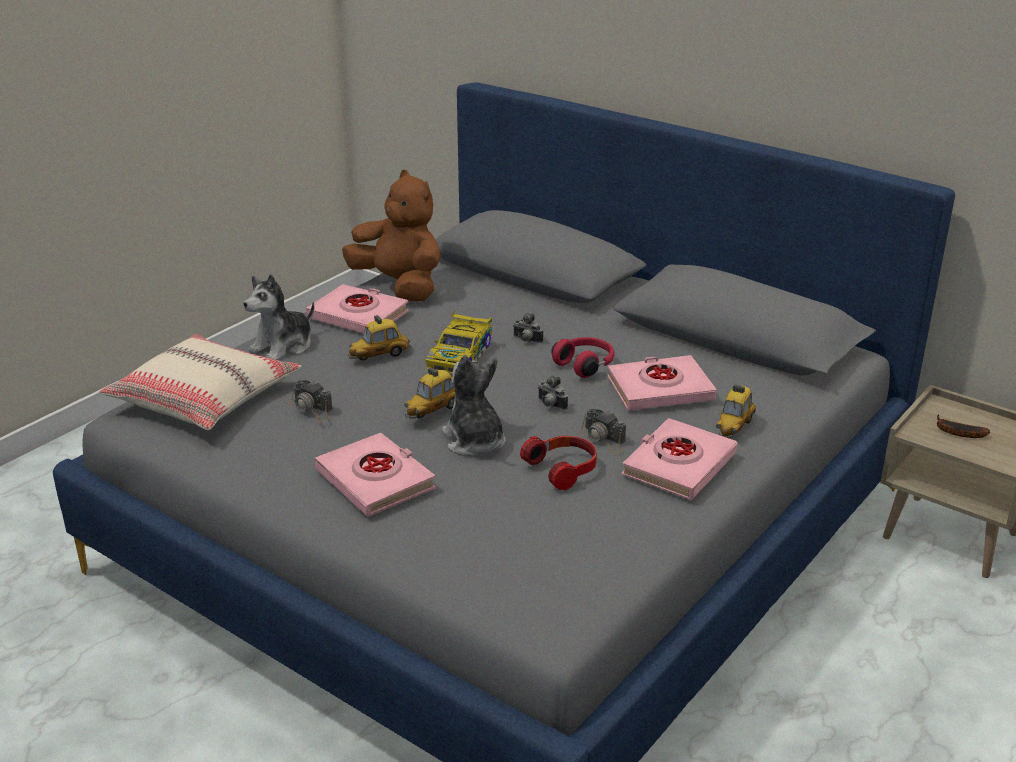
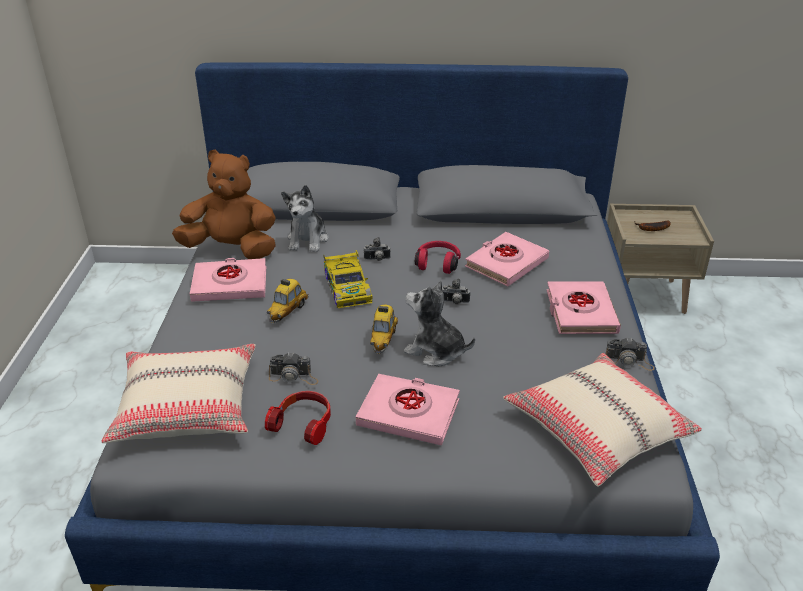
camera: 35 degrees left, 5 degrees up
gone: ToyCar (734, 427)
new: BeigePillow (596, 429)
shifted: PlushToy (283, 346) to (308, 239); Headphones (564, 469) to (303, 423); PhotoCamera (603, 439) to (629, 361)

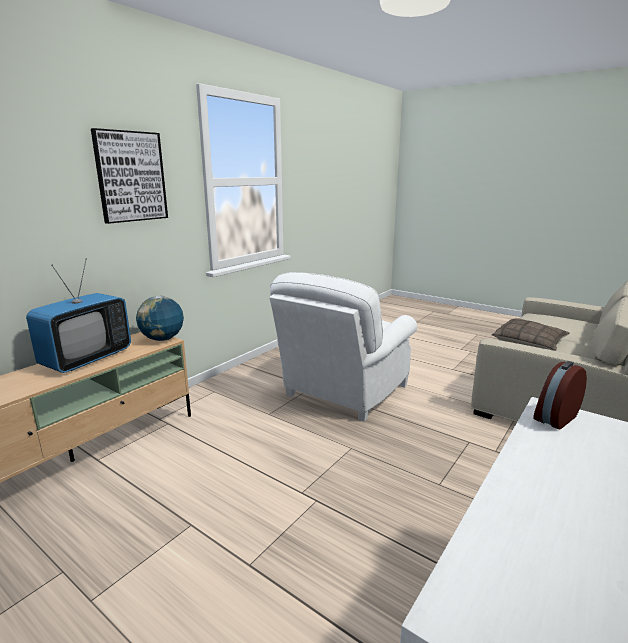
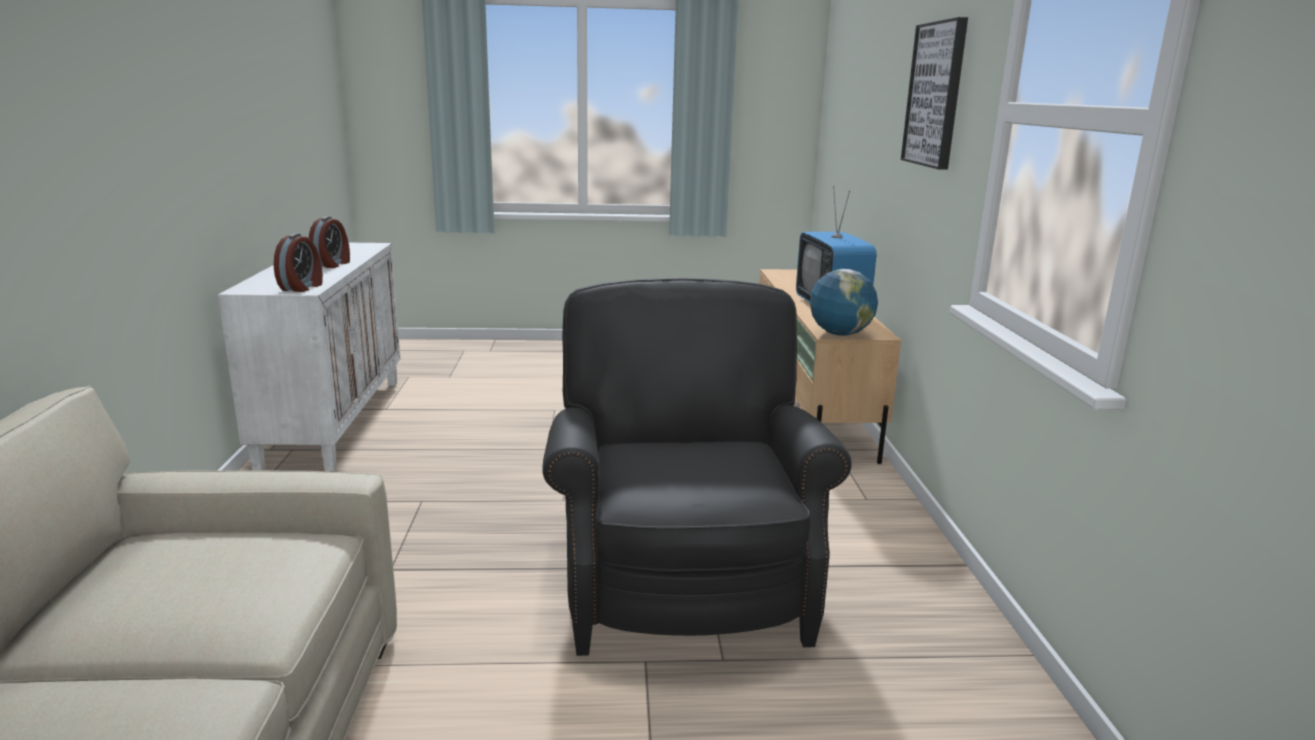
camera: 140 degrees right, 0 degrees up
gone: Pillow (529, 342)
new: AlarmClock (332, 264)
repainted: WhiteArmchair (343, 392) to BlackArmchair (682, 580)

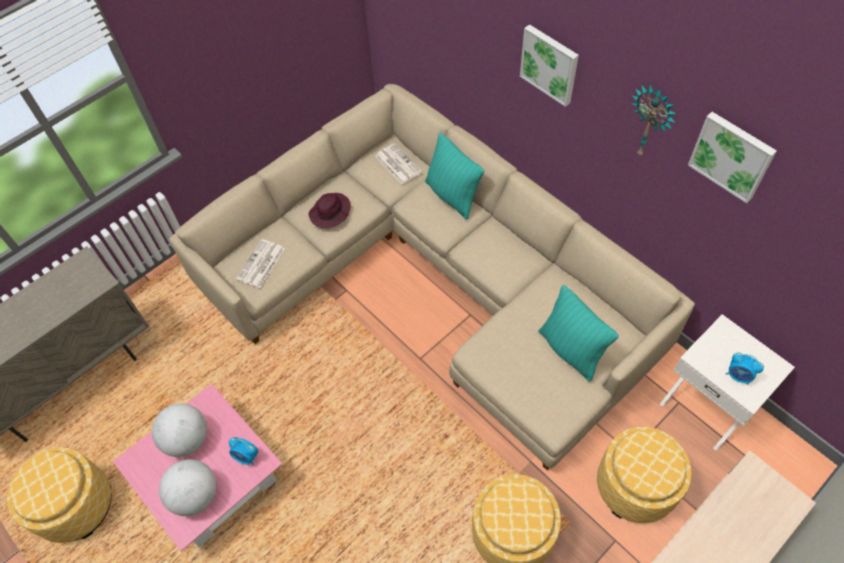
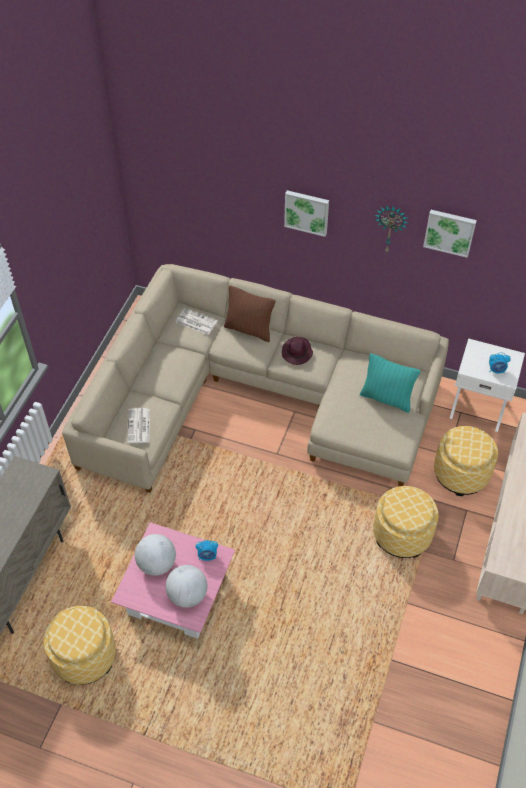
camera: 30 degrees left, 5 degrees down
shifted: PurpleHat (330, 213) to (297, 353)
repainted: TurquoisePillow (452, 196) to BrownPillow (249, 329)

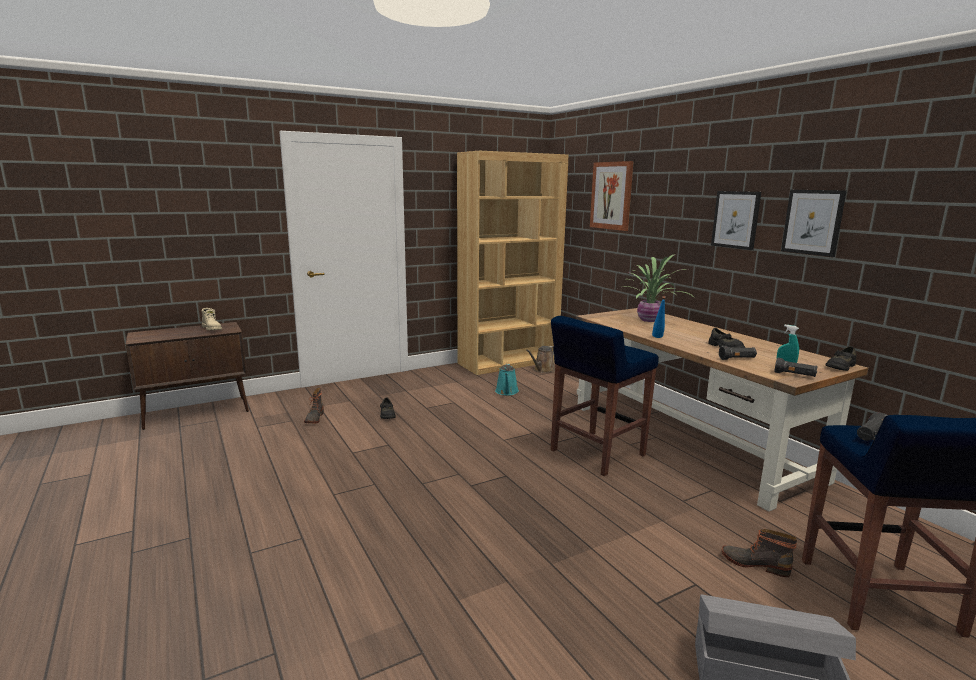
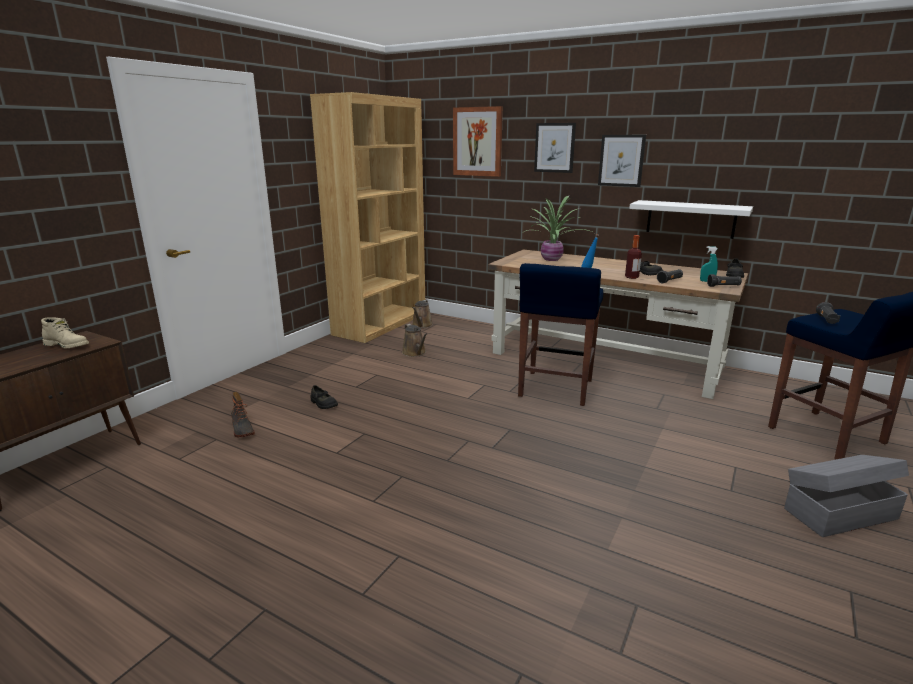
camera: 30 degrees left, 5 degrees up
gone: Boot (755, 563)
new: Bottle (631, 277); WhiteShelf (690, 219)
shifted: Picture (812, 222) to (554, 147)
repainted: TurquoiseWateringCan (507, 392) to BrownWateringCan (415, 353)

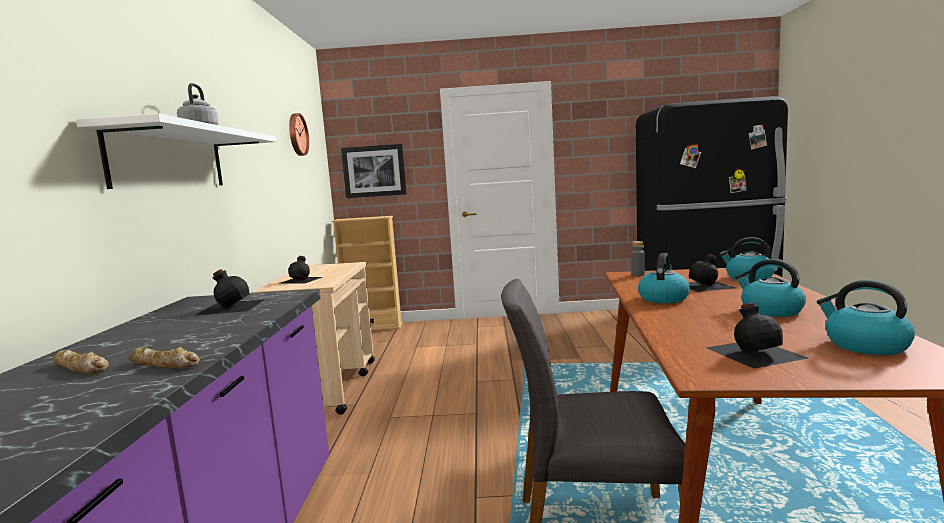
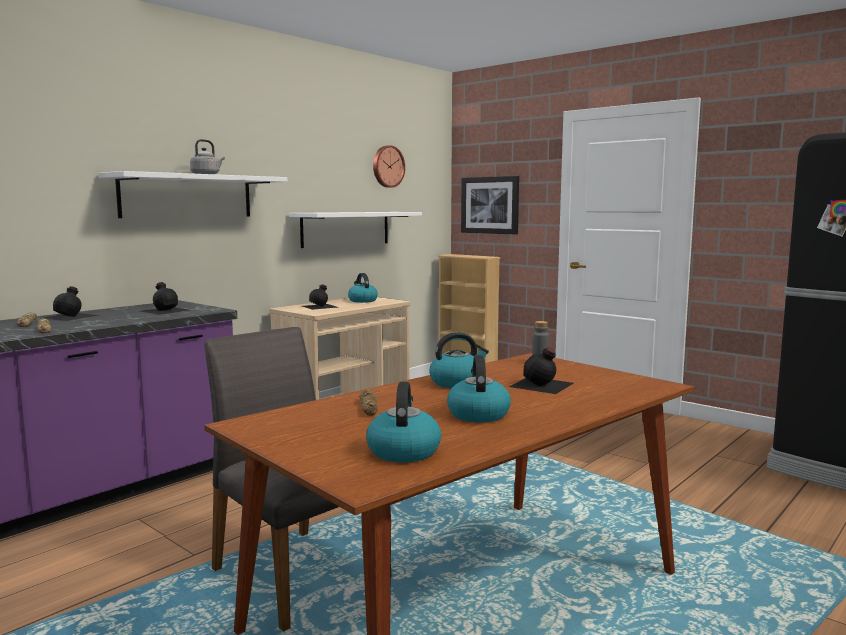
camera: 40 degrees right, 0 degrees up
new: WhiteShelf (346, 228); Bread (369, 407)
shifted: BlackBottle (755, 352) to (71, 316); Kettle (748, 278) to (362, 301)

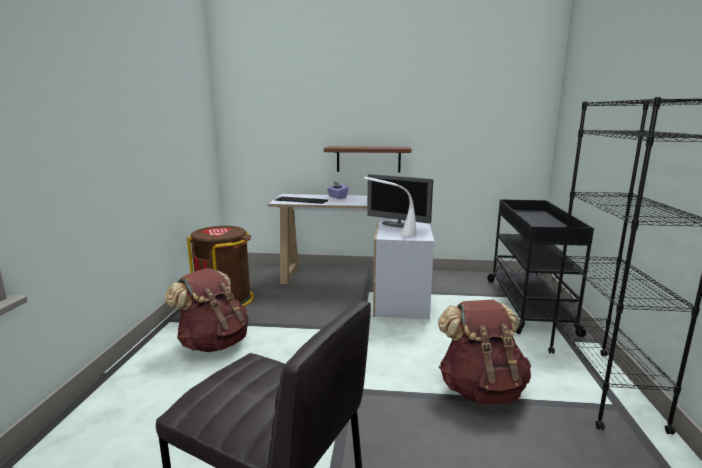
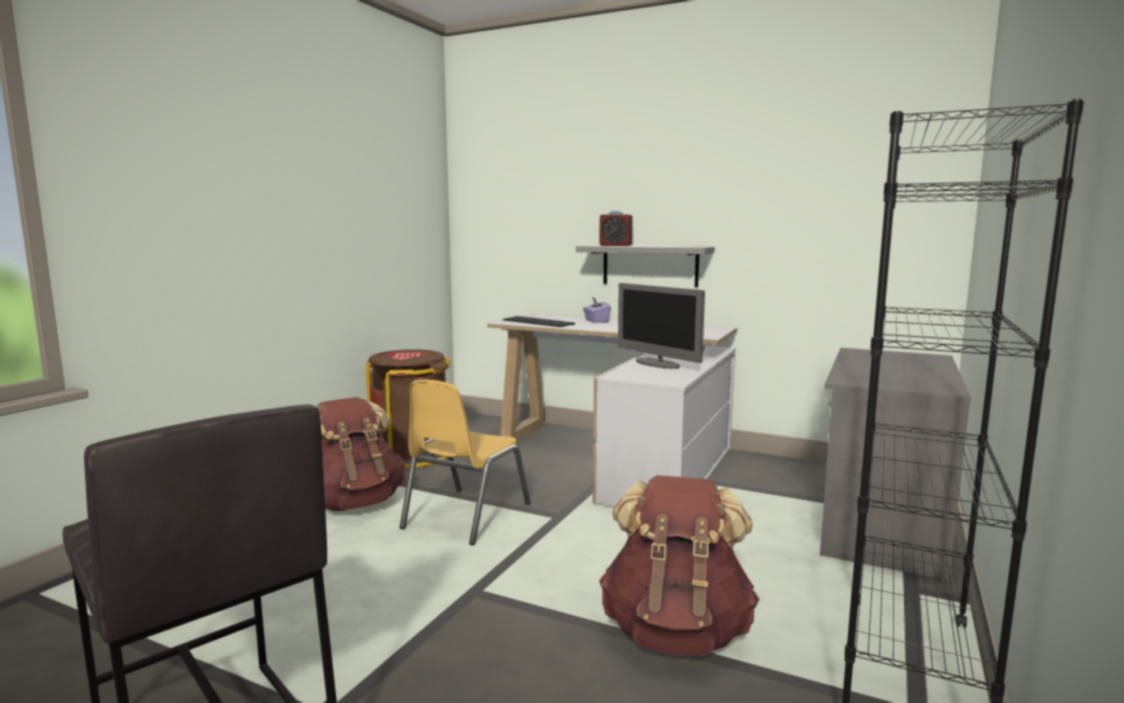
camera: 20 degrees right, 5 degrees down
gone: WhiteTableLamp (390, 236)
new: YellowChair (465, 516); AlarmClock (615, 245)
swapped: BlackCart (528, 304) to GreyDesk (880, 523)
repainted: BrownShelf (368, 159) to GreyShelf (650, 265)

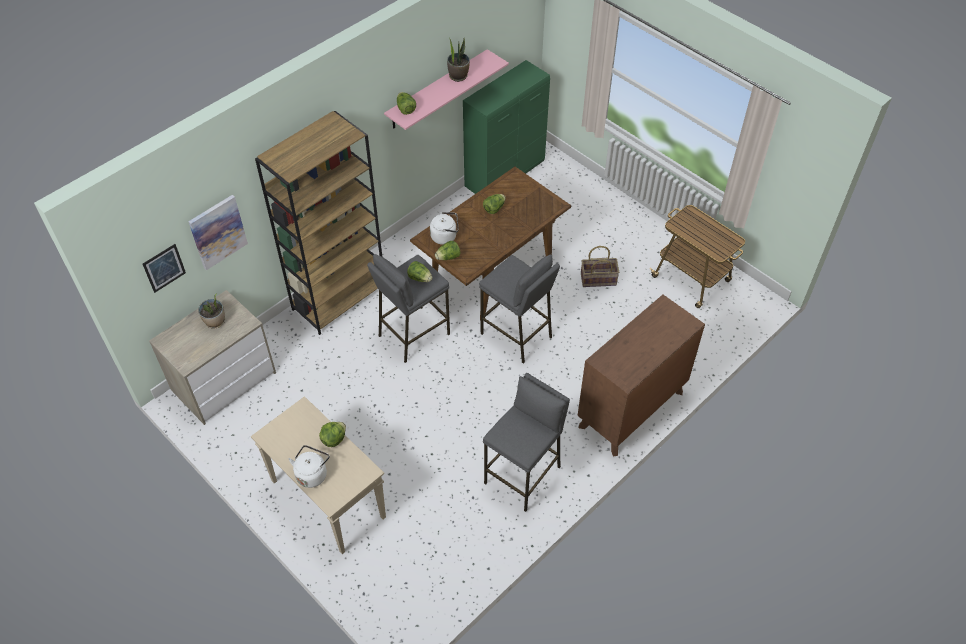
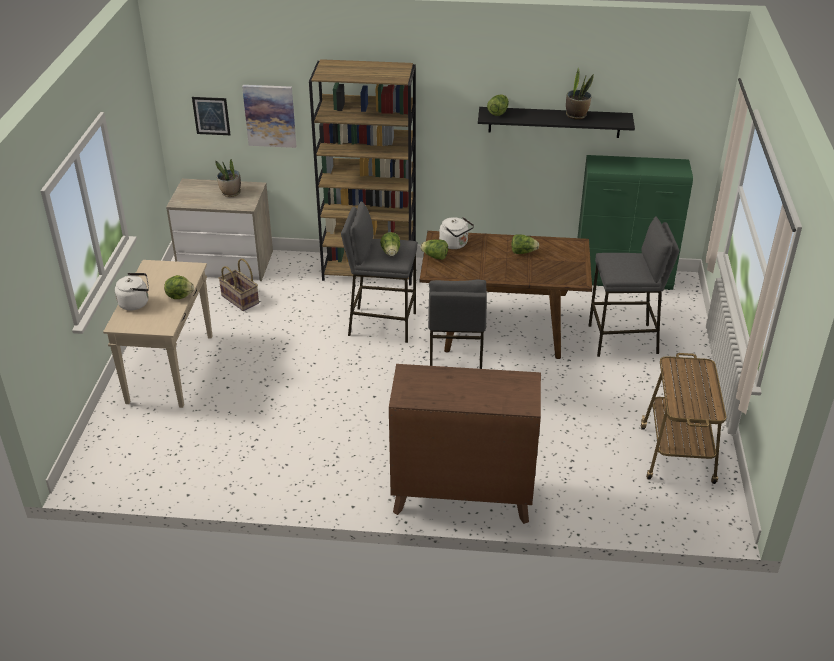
camera: 50 degrees right, 15 degrees down
shifted: GreyStool (523, 475) to (623, 340); Basket (598, 279) to (240, 299)
repainted: PinkShelf (437, 90) to BlackShelf (554, 122)

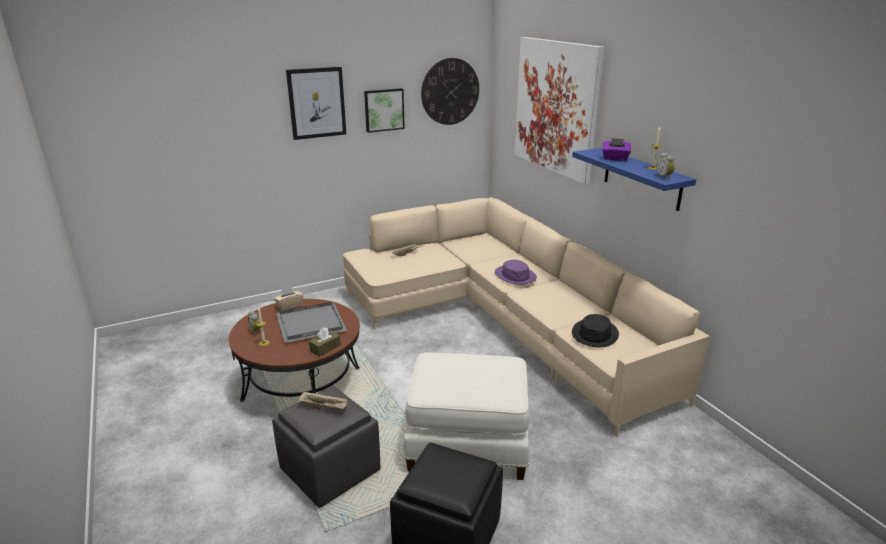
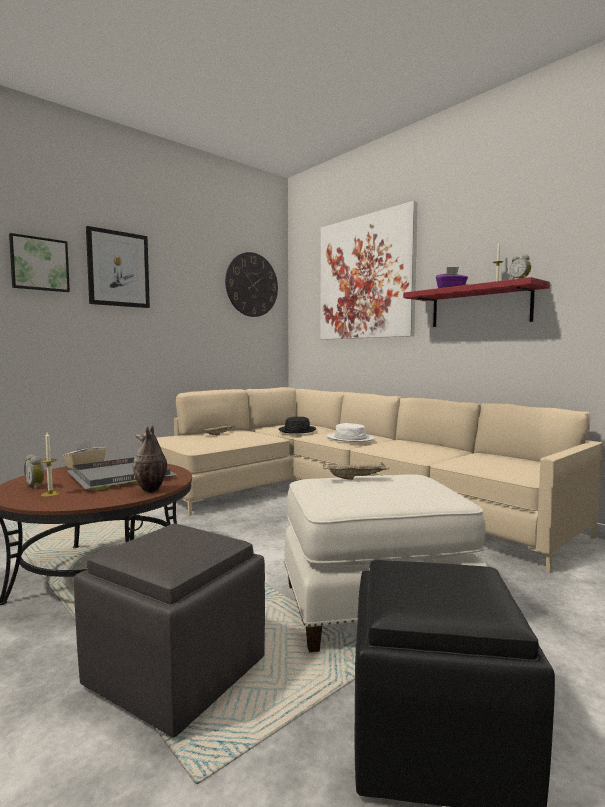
camera: 15 degrees left, 20 degrees down
shifted: BeigeTray (324, 407) to (356, 478); Picture (383, 110) to (39, 264); BlackHat (595, 334) to (297, 430)
swapped: BrownTissueBox (325, 348) to Vase (150, 491)
repainted: PurpleHat (515, 275) to WhiteHat (350, 438); BlueShelf (642, 178) to RedShelf (480, 307)

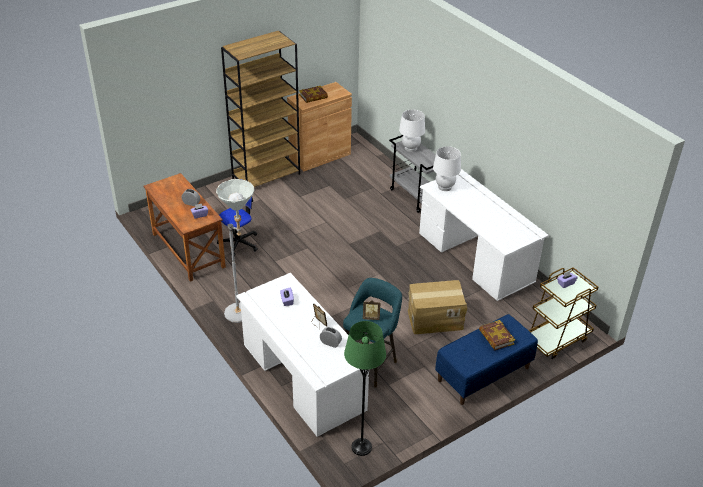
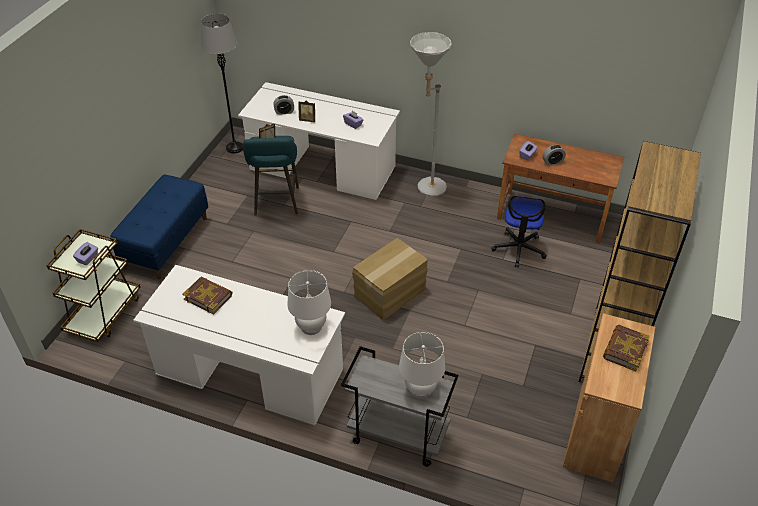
camera: 145 degrees right, 5 degrees up
shifted: CardboardBox (435, 319) to (390, 293); Book (496, 337) to (208, 297)
repainted: GreenFloorLamp (361, 447) to GreyFloorLamp (234, 148)

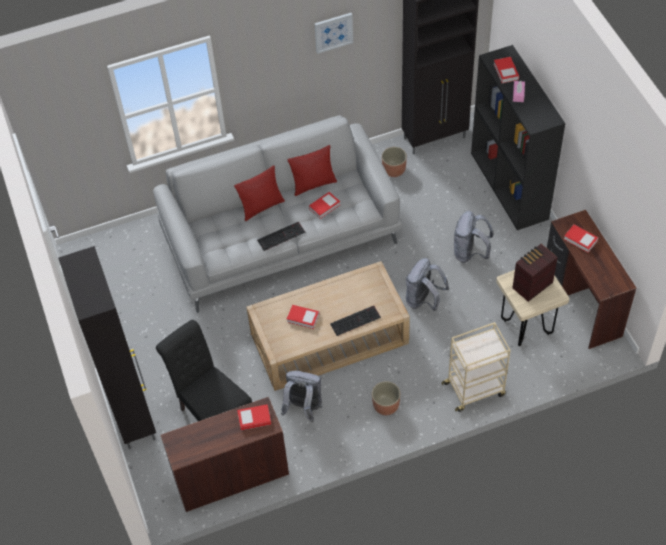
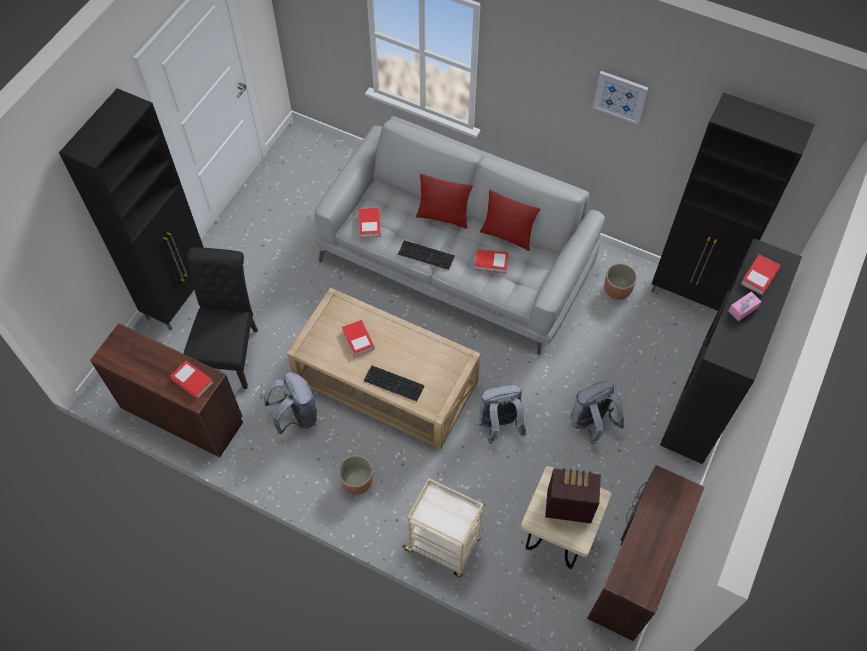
camera: 45 degrees right, 5 degrees up
shifted: Book (580, 240) to (369, 224)

